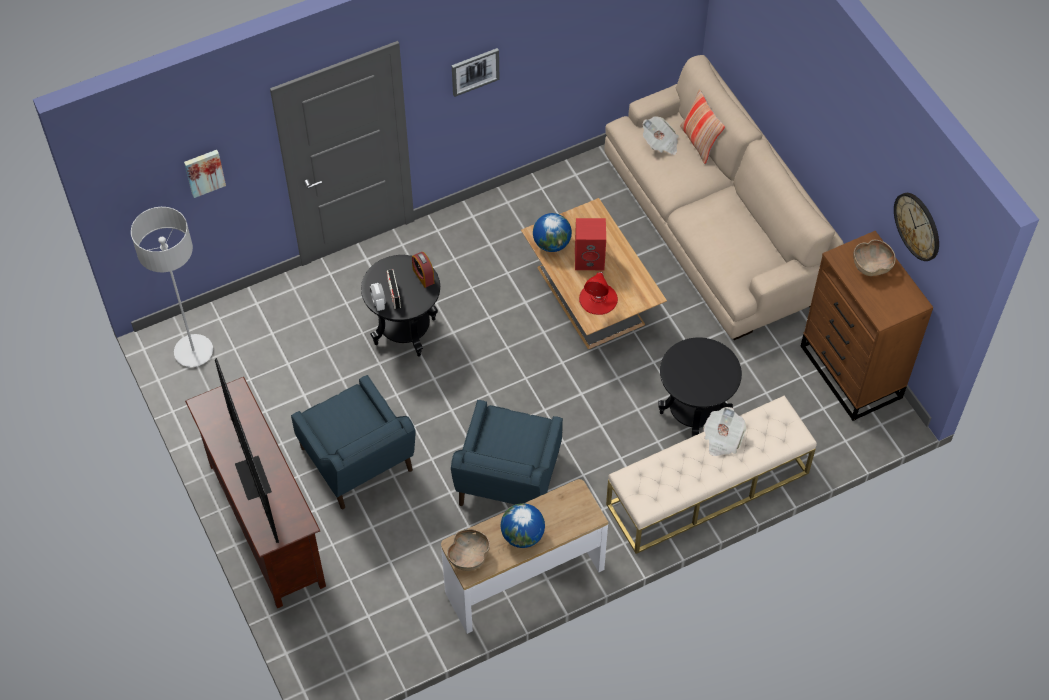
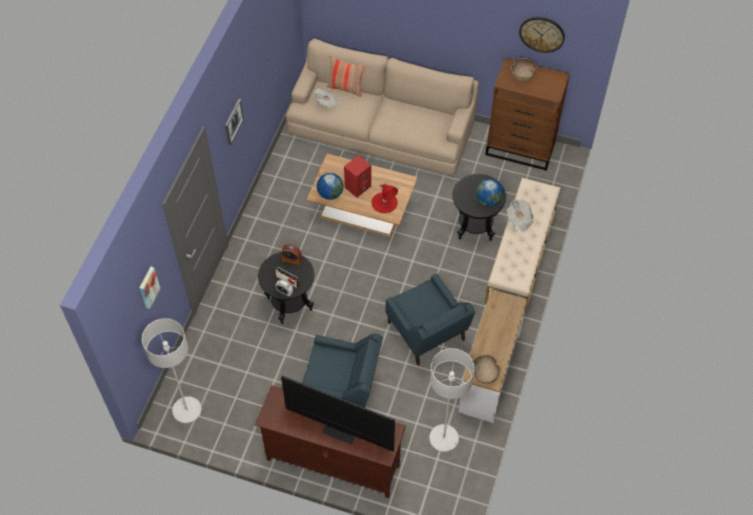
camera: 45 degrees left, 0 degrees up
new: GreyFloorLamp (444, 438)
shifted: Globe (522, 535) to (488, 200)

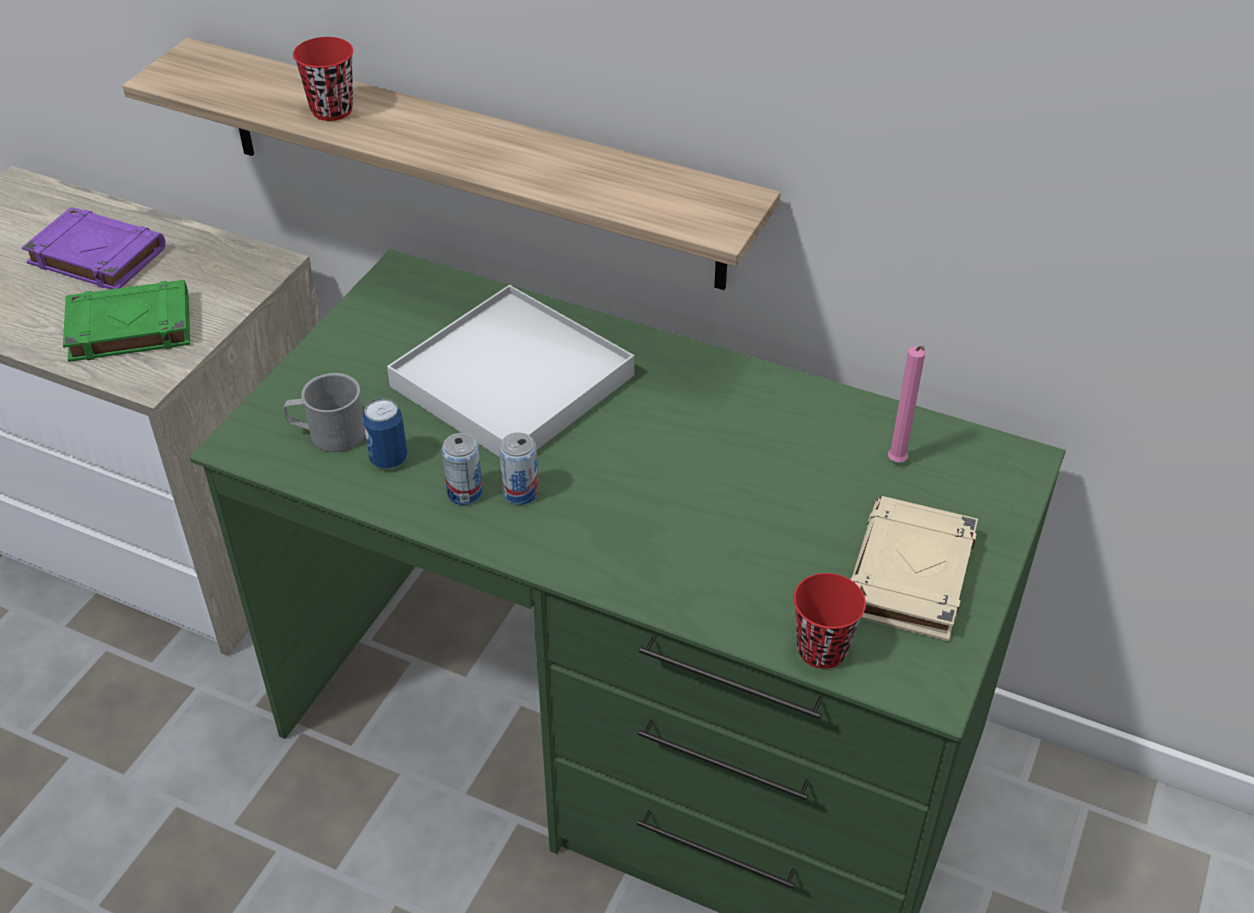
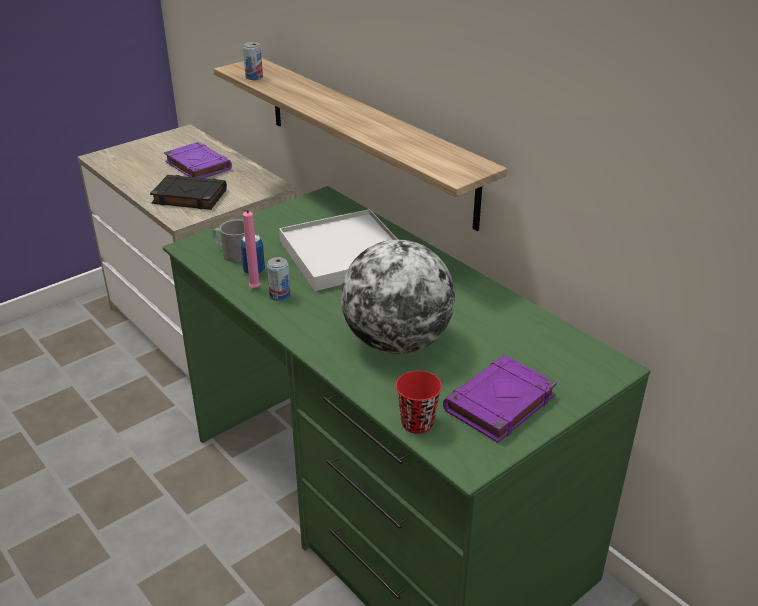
camera: 25 degrees right, 10 degrees down
gone: RedCup (332, 110)
new: Globe (397, 342)
shifted: Can (520, 492) to (254, 77); PinkCandle (897, 464) to (254, 289)
repainted: GreenBook (128, 328) to BlackBook (188, 197); BeigeBook (910, 577) to PurpleBook (499, 404)

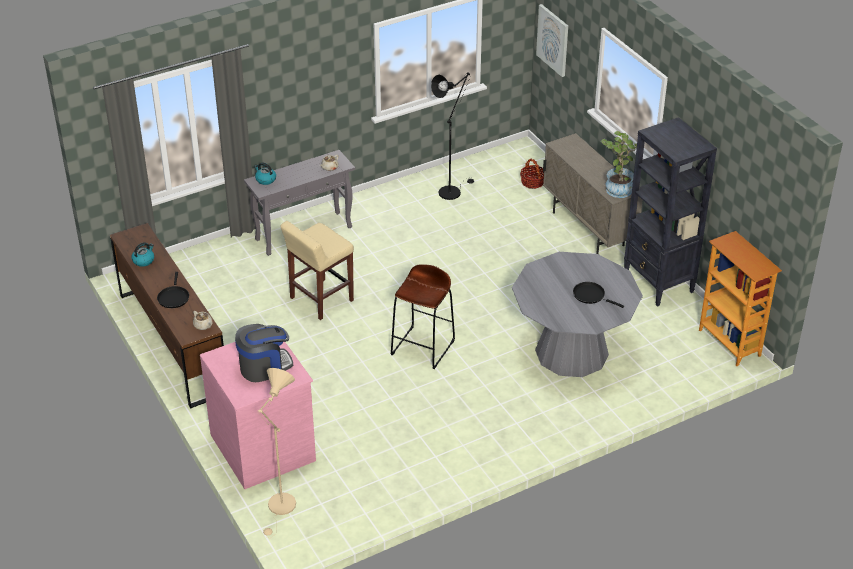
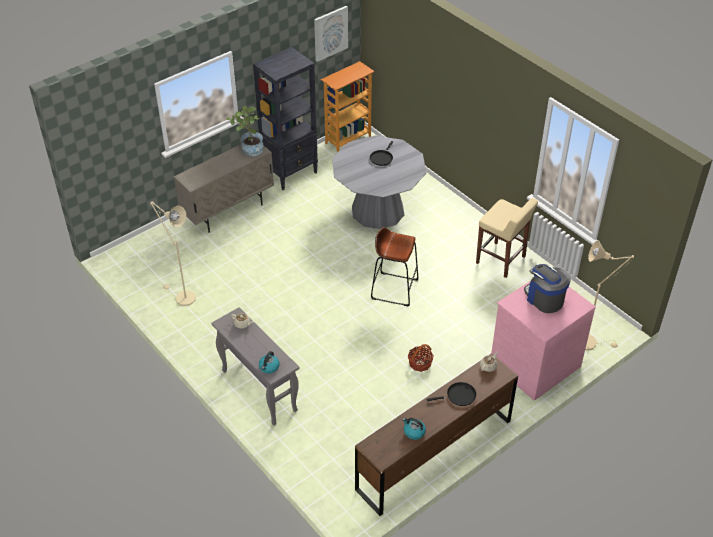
camera: 100 degrees left, 5 degrees up
shifted: BeigeStool (320, 299) to (501, 260); Basket (532, 182) to (420, 363); Picture (553, 40) to (330, 33)
repainted: BlackFloorLamp (452, 191) to BeigeFloorLamp (182, 297)

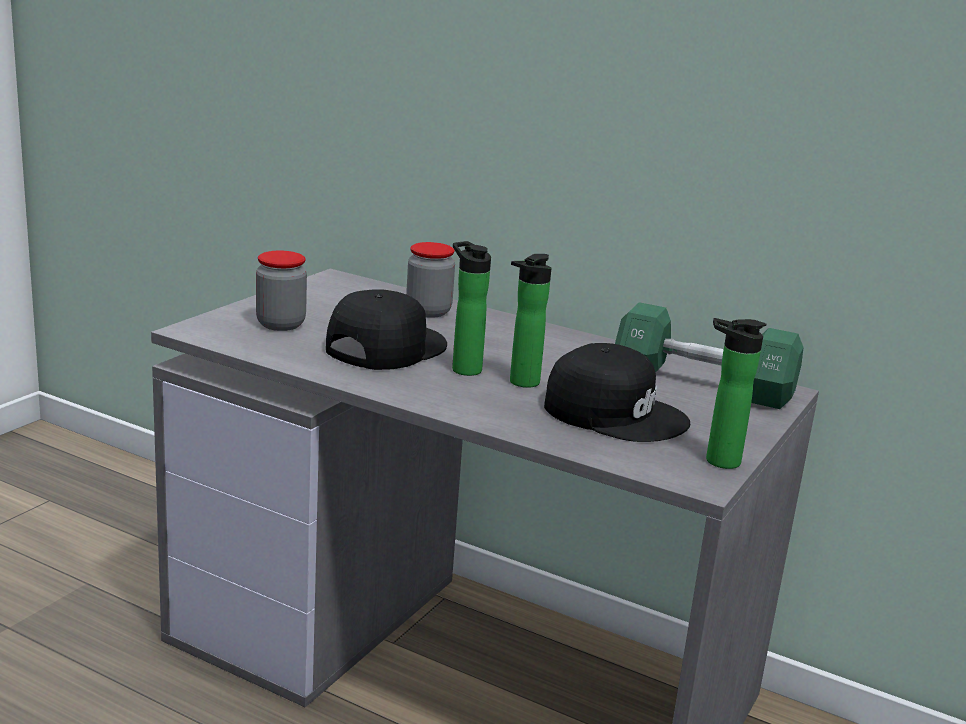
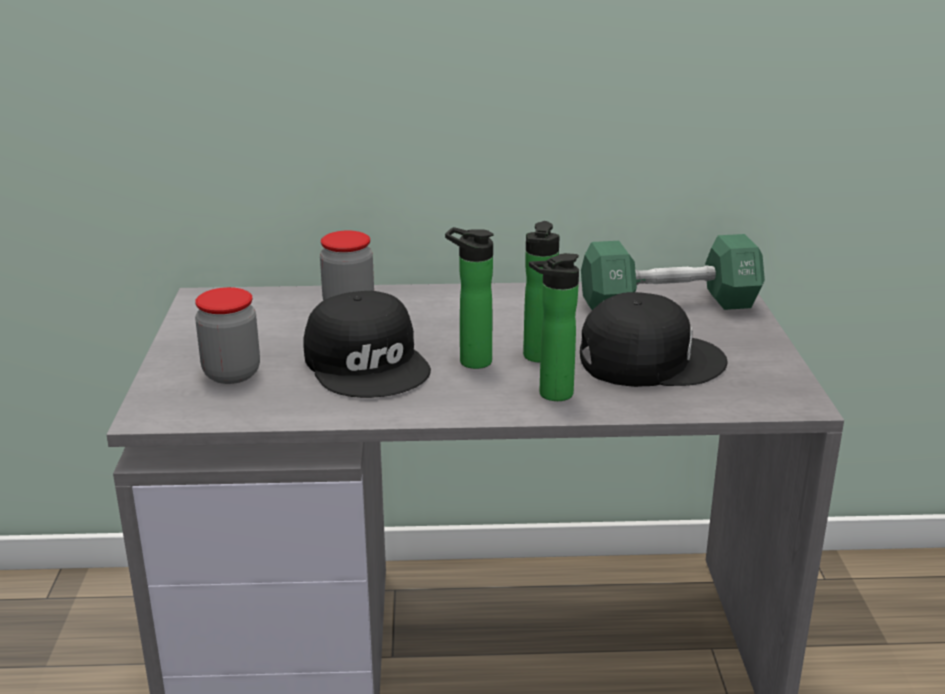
camera: 30 degrees left, 5 degrees up
shifted: Bottle (717, 461) to (551, 395)
rotated: BlackCap (384, 347) = (368, 363) 150 degrees clockwise

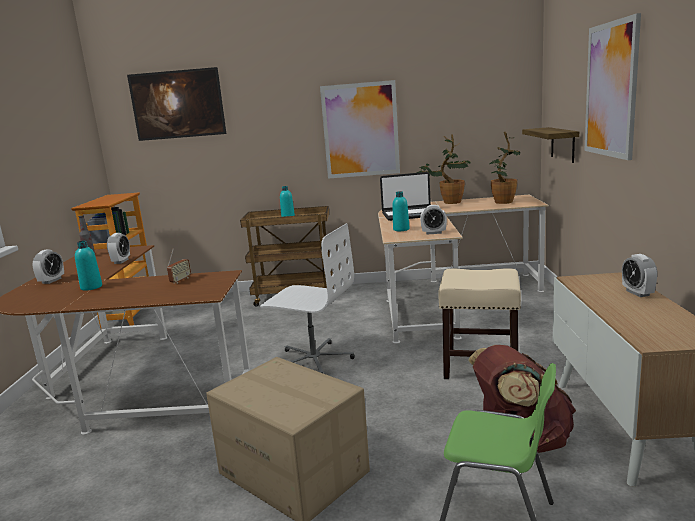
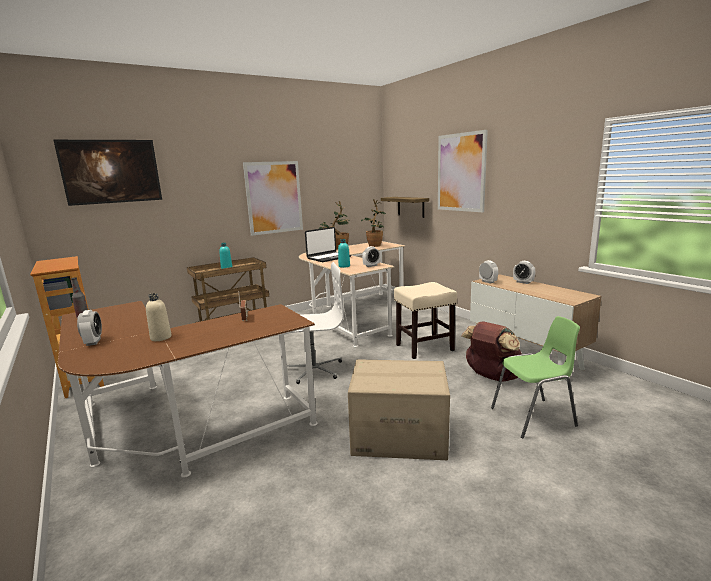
camera: 35 degrees left, 0 degrees up
shifted: AlarmClock (121, 261) to (487, 281)
repainted: TurquoiseBottle (91, 287) to BeigeBottle (161, 338)

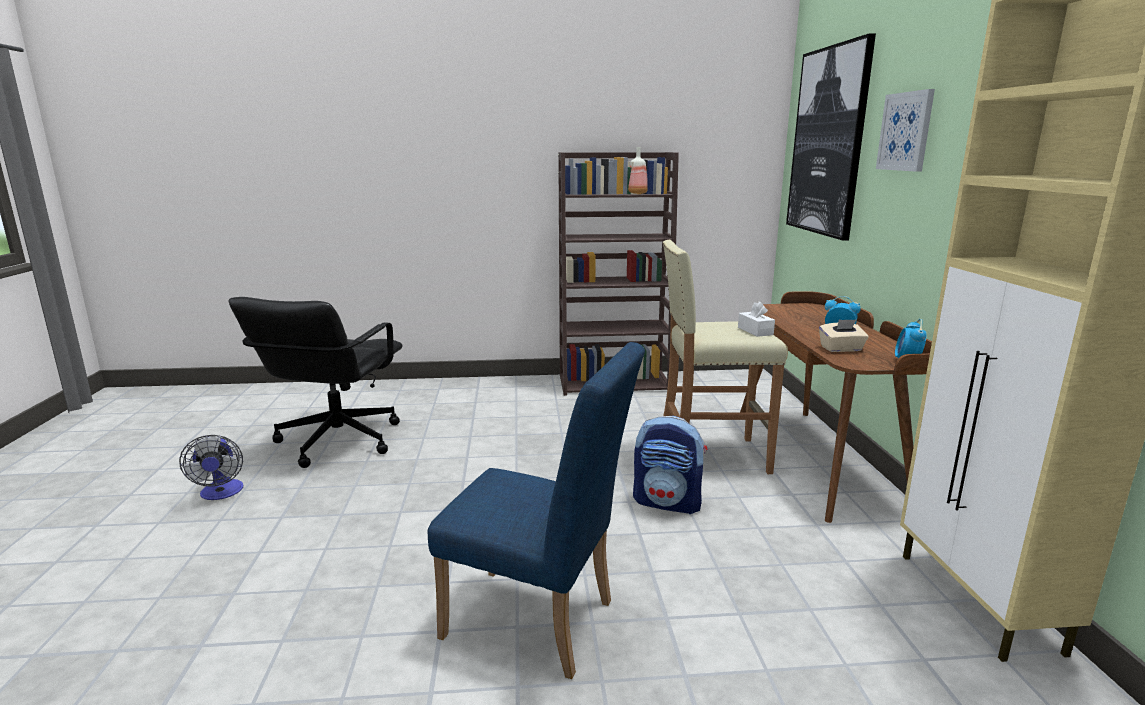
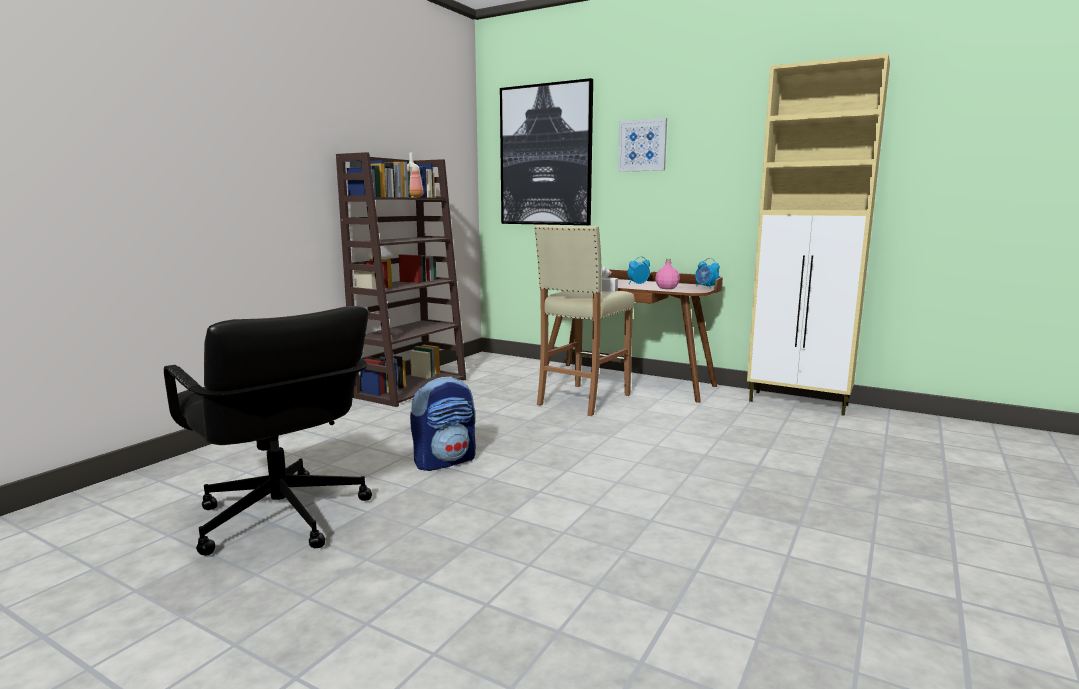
camera: 55 degrees left, 5 degrees down
gone: Fan (221, 493); BlueChair (540, 623)
shifted: Backpack (668, 502) to (445, 461)
swapped: BeigeTissueBox (841, 349) to PinkBottle (667, 288)

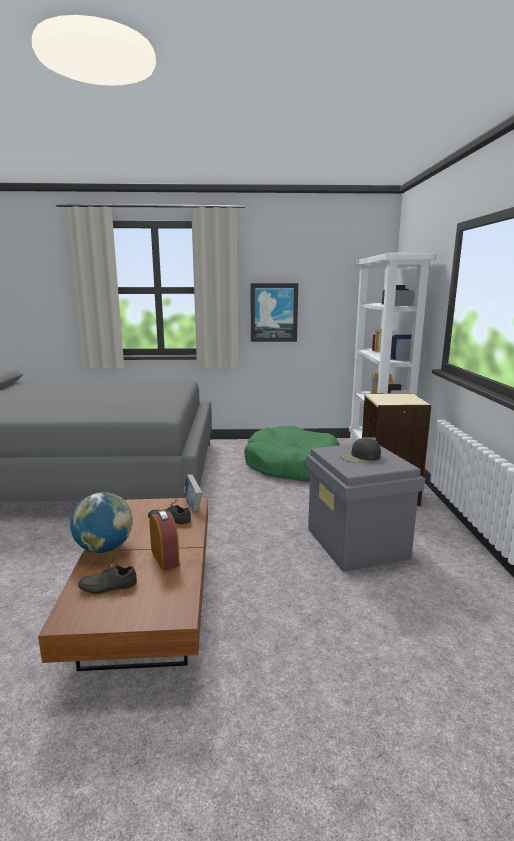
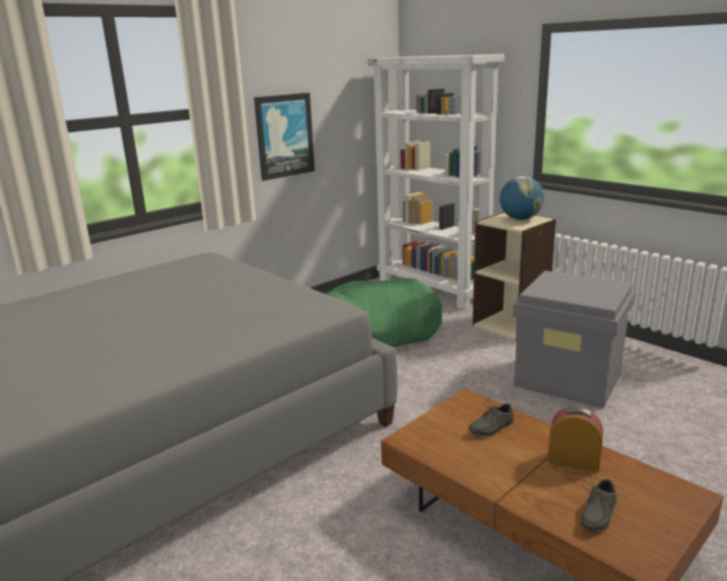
camera: 40 degrees left, 5 degrees up
gone: Book (192, 505); BlackCap (360, 457)
shifted: Globe (104, 548) to (520, 219)

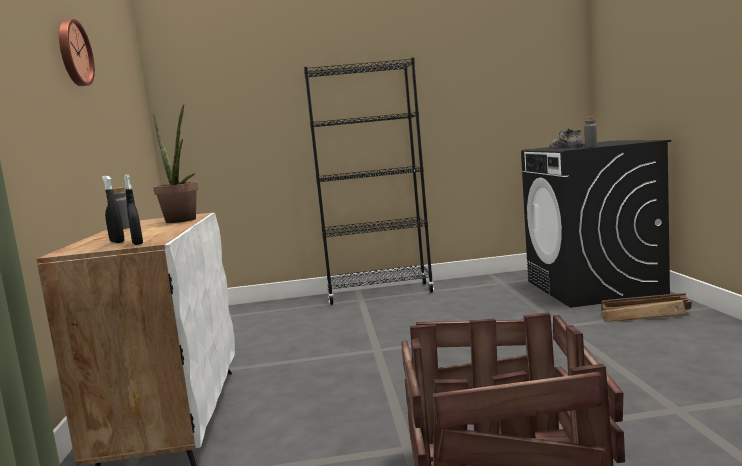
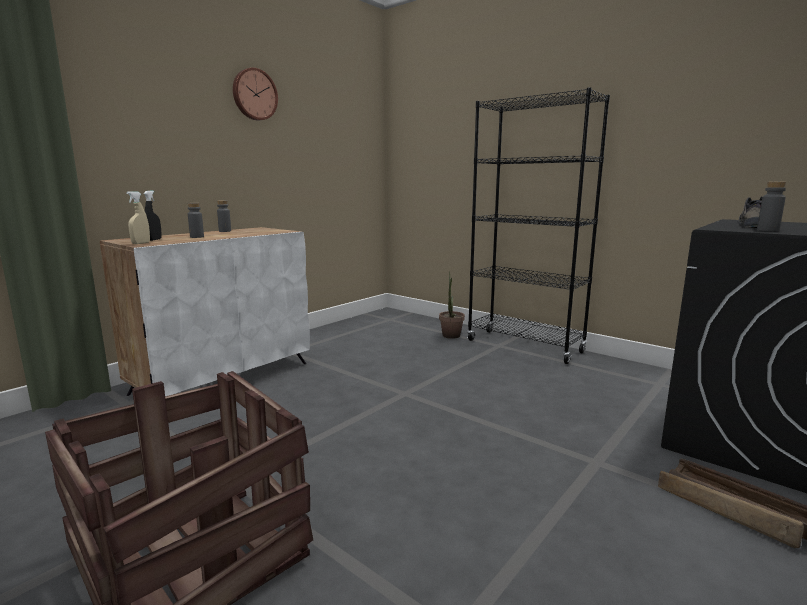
camera: 45 degrees right, 5 degrees up
new: GreyBottle (197, 237)
shifted: PottedPlant (183, 221) to (451, 337)
repainted: BlackSprayBottle (137, 243) to BeigeSprayBottle (141, 243)

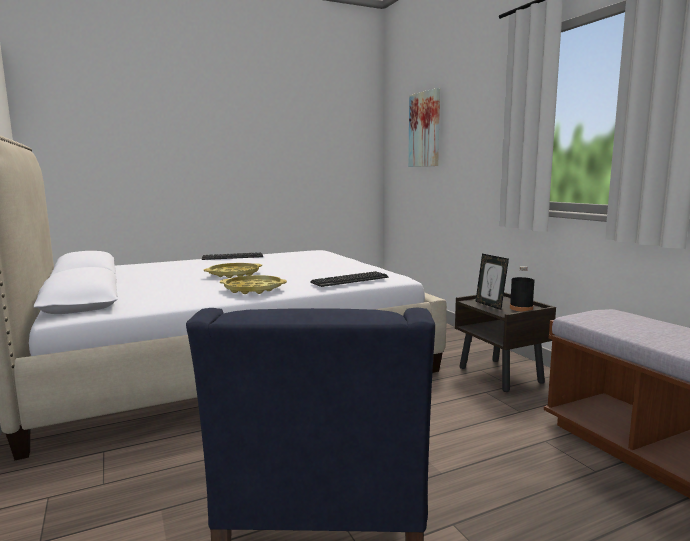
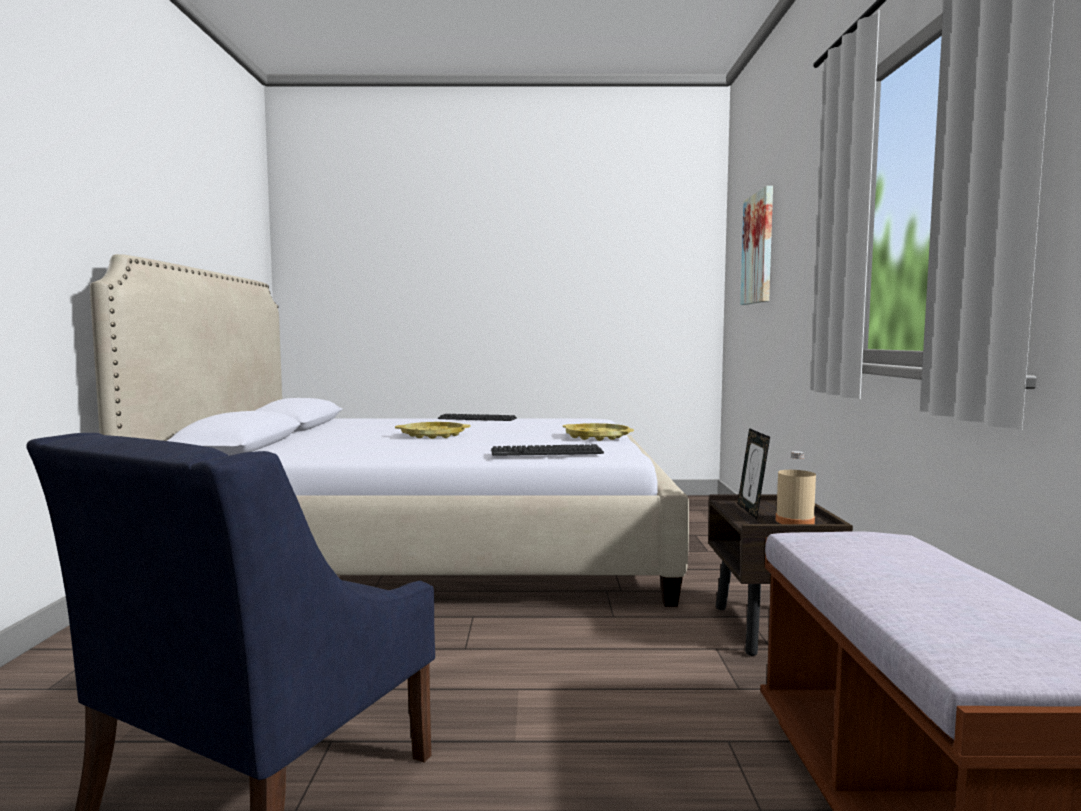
camera: 25 degrees right, 5 degrees down
shifted: YellowTray (253, 289) to (597, 437)
repainted: BlackBottle (521, 308) to BeigeBottle (794, 521)

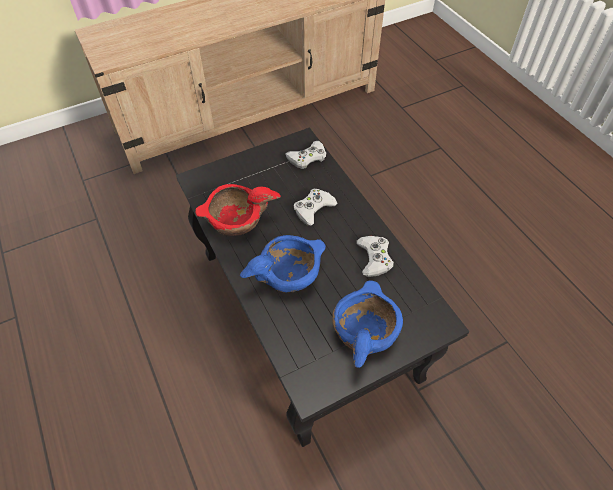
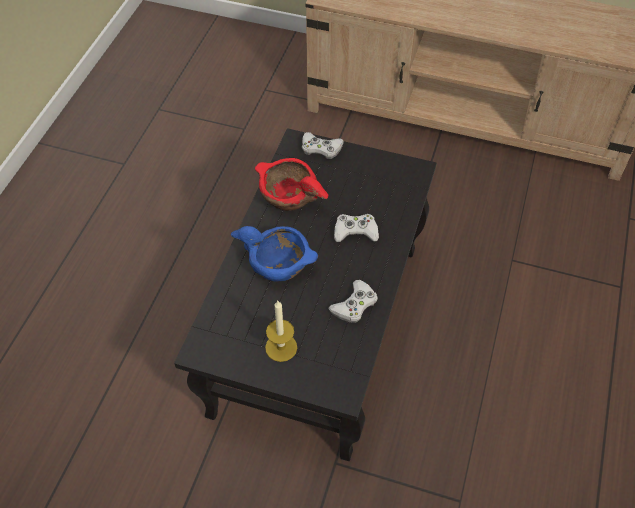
camera: 45 degrees right, 0 degrees up
shifted: WhiteGameController (307, 158) to (321, 148)
swapped: BlueBowl (364, 331) to Candle (281, 347)

